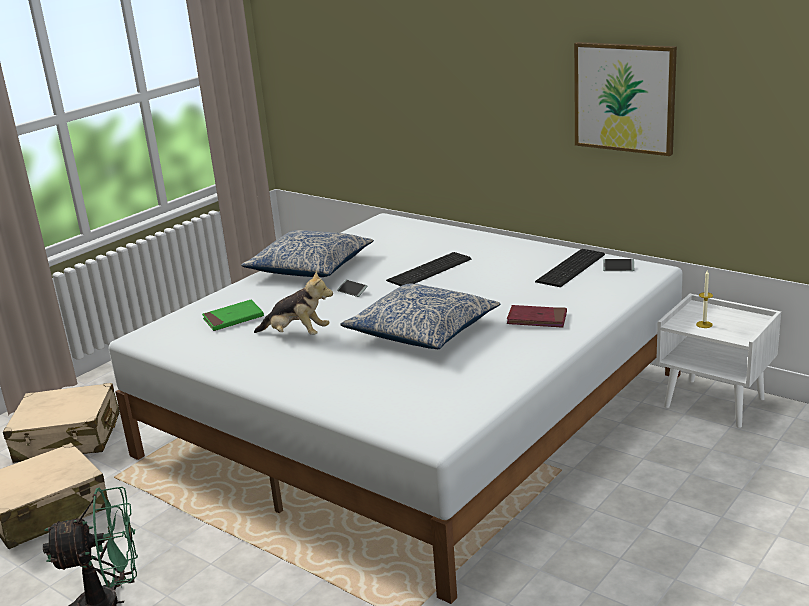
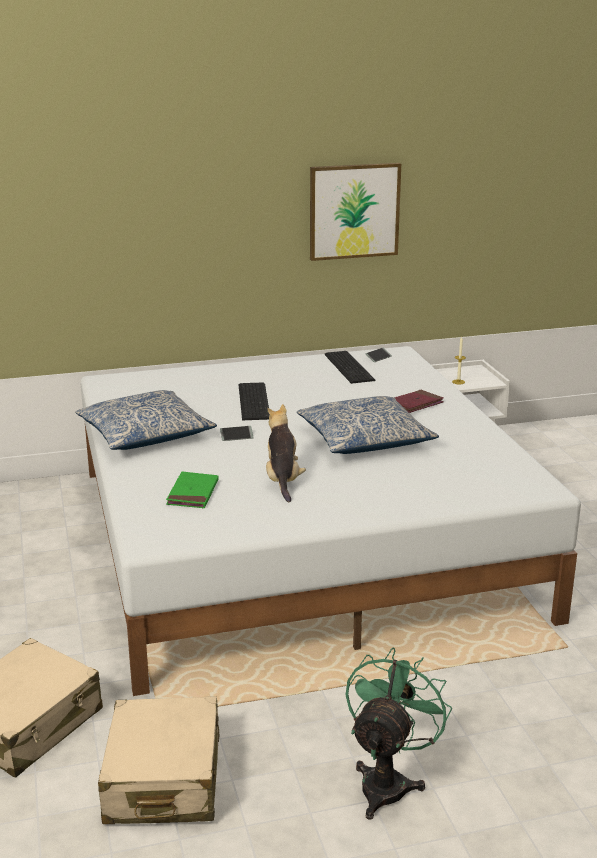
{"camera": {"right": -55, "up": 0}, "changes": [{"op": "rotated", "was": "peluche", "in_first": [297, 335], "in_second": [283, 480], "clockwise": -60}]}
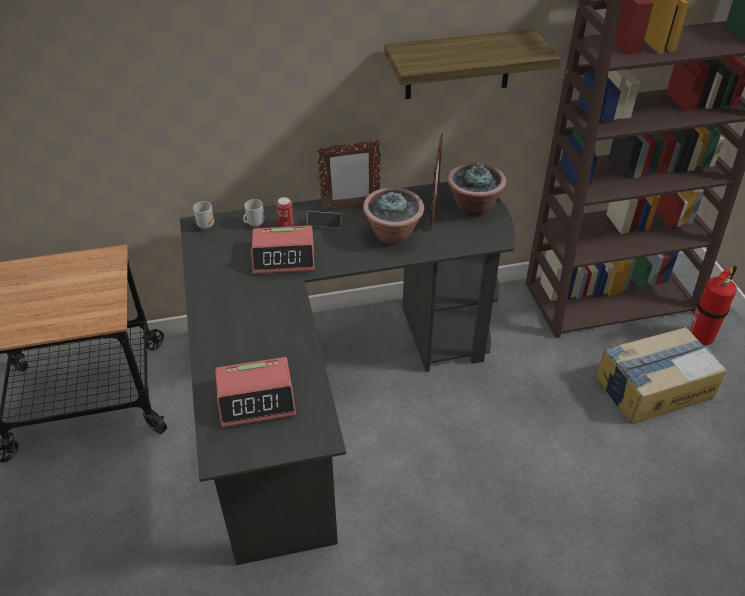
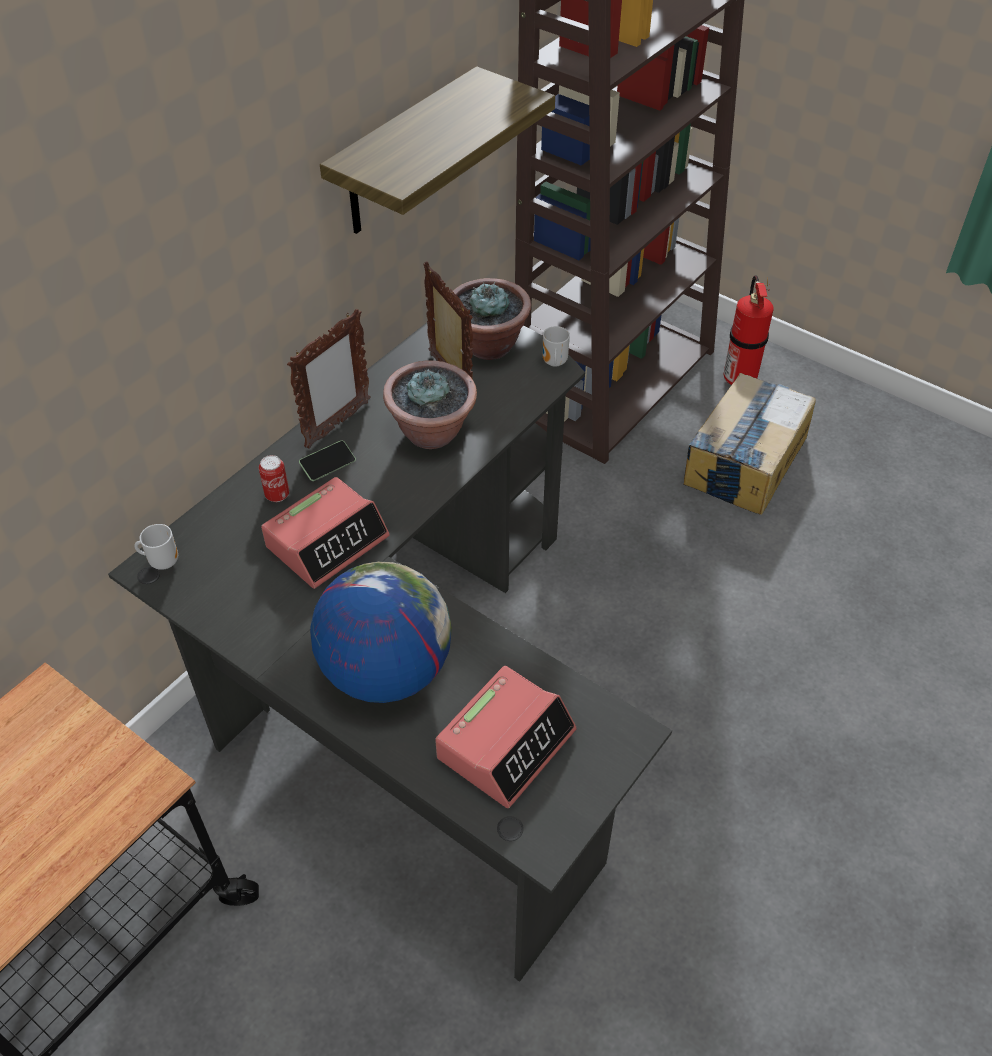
{"camera": {"right": -40, "up": 5}, "changes": [{"op": "shifted", "was": "mug", "in_first": [254, 224], "in_second": [553, 363]}, {"op": "new", "now": "globe", "in_second": [386, 670]}]}
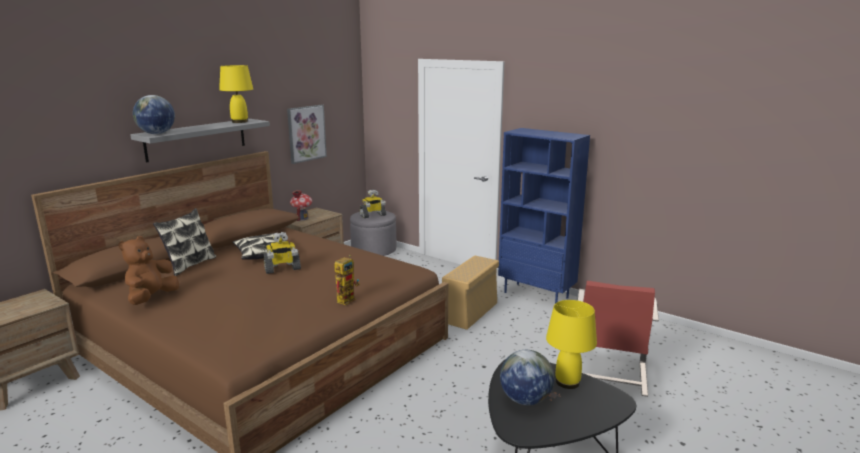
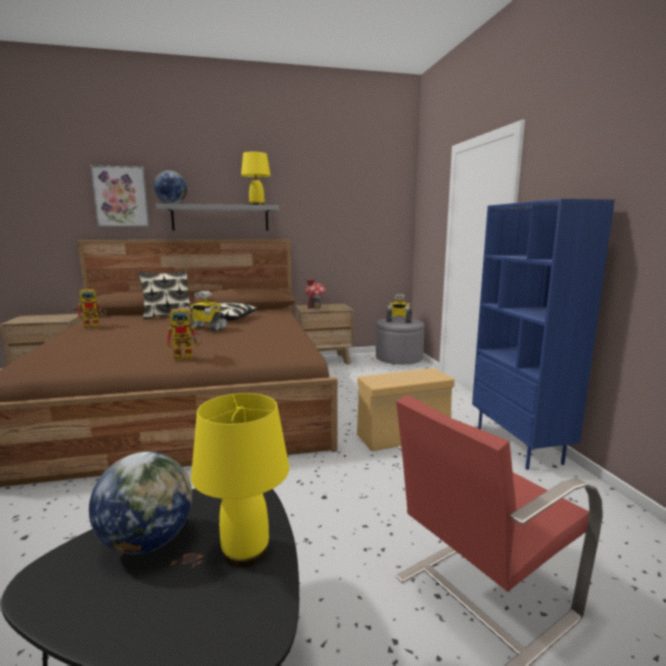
{"camera": {"right": 40, "up": -5}, "changes": [{"op": "swapped", "was": "peluche (marron)", "now": "robot jouet", "in_first": [151, 298], "in_second": [95, 326]}, {"op": "shifted", "was": "tableau", "in_first": [306, 133], "in_second": [121, 197]}]}
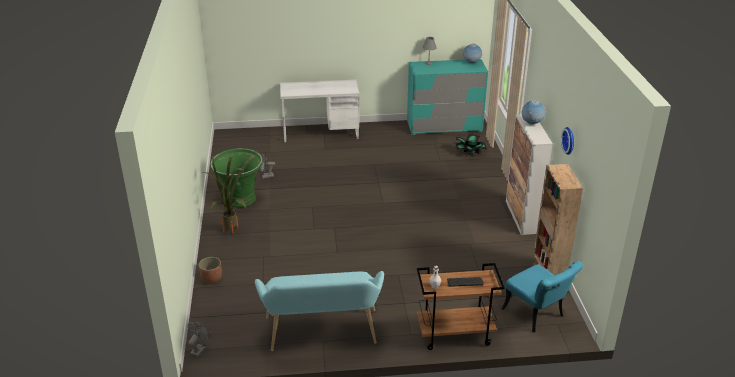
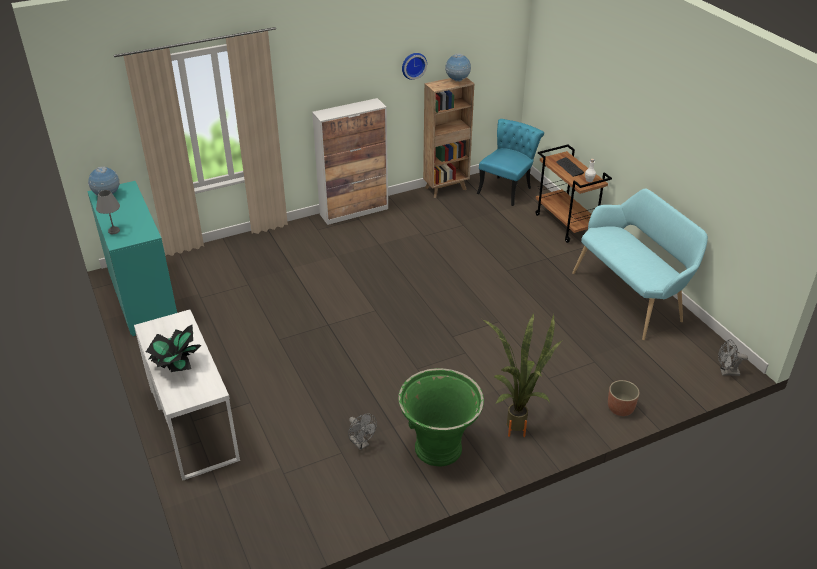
{"camera": {"right": -110, "up": 5}, "changes": [{"op": "shifted", "was": "plante en pot", "in_first": [470, 153], "in_second": [176, 366]}, {"op": "shifted", "was": "globe", "in_first": [531, 123], "in_second": [457, 80]}]}
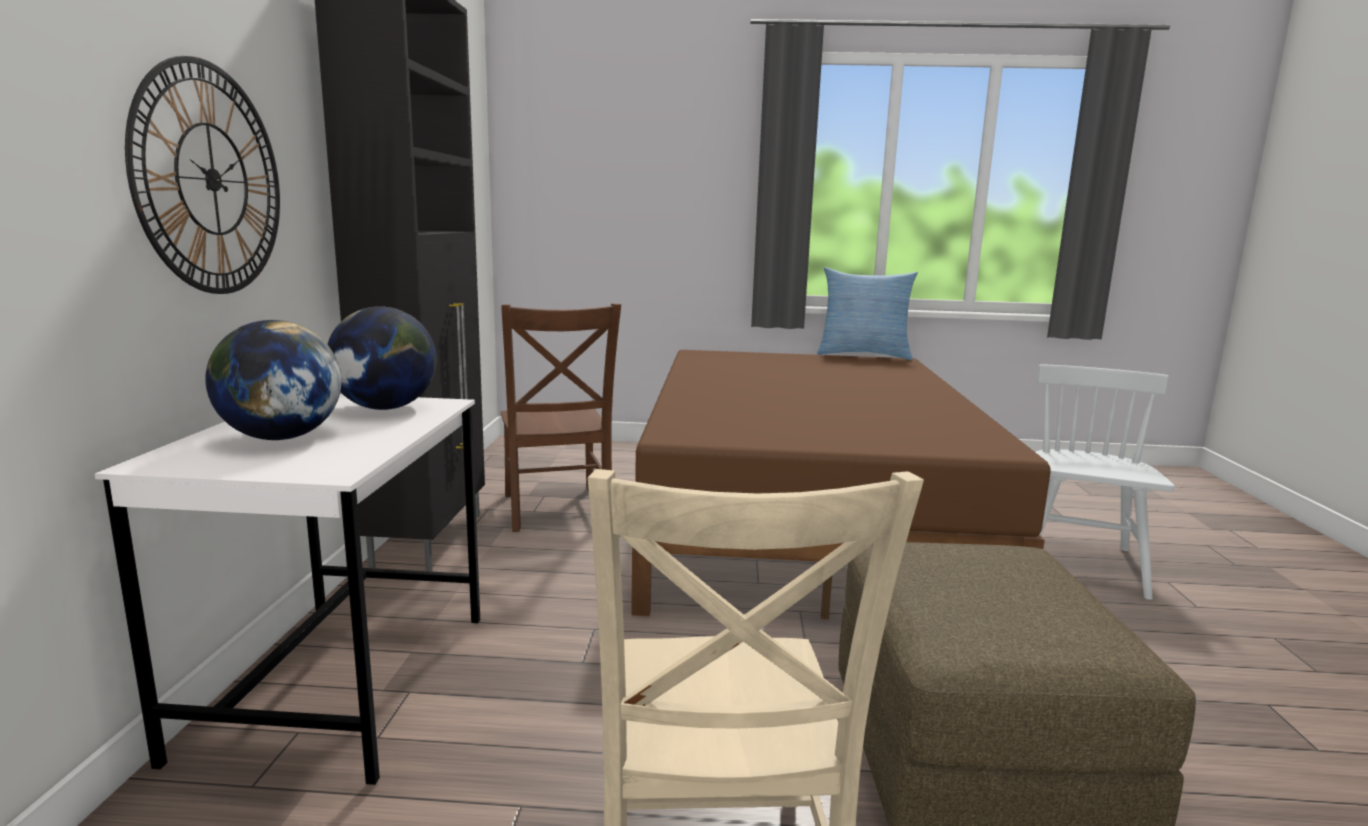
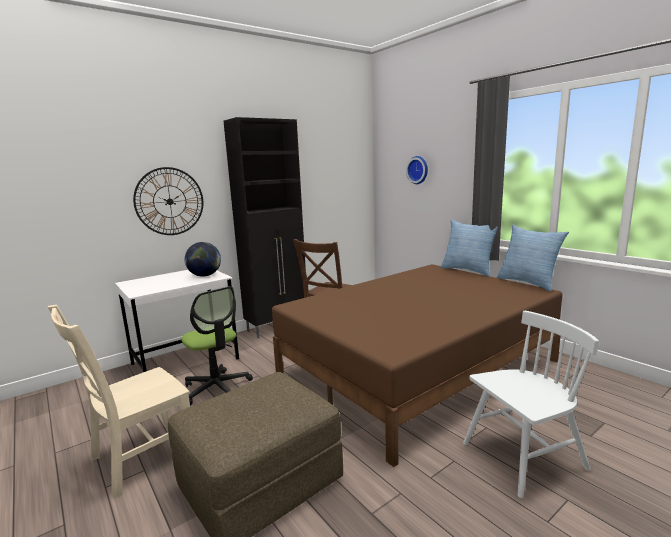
{"camera": {"right": 50, "up": 0}, "changes": [{"op": "gone", "was": "globe", "in_first": [281, 437]}, {"op": "new", "now": "chaise de bureau", "in_second": [217, 388]}, {"op": "new", "now": "horloge murale", "in_second": [418, 170]}, {"op": "new", "now": "coussin", "in_second": [468, 270]}]}
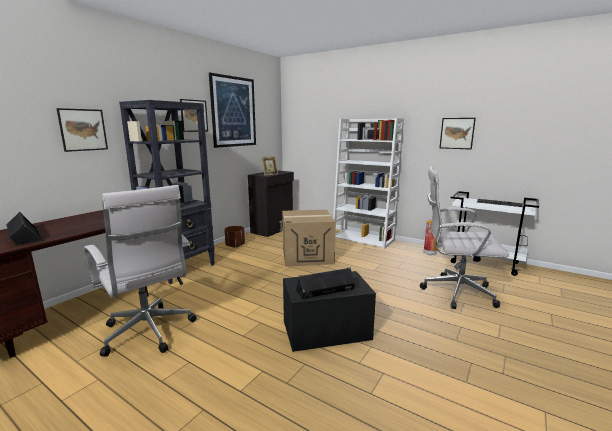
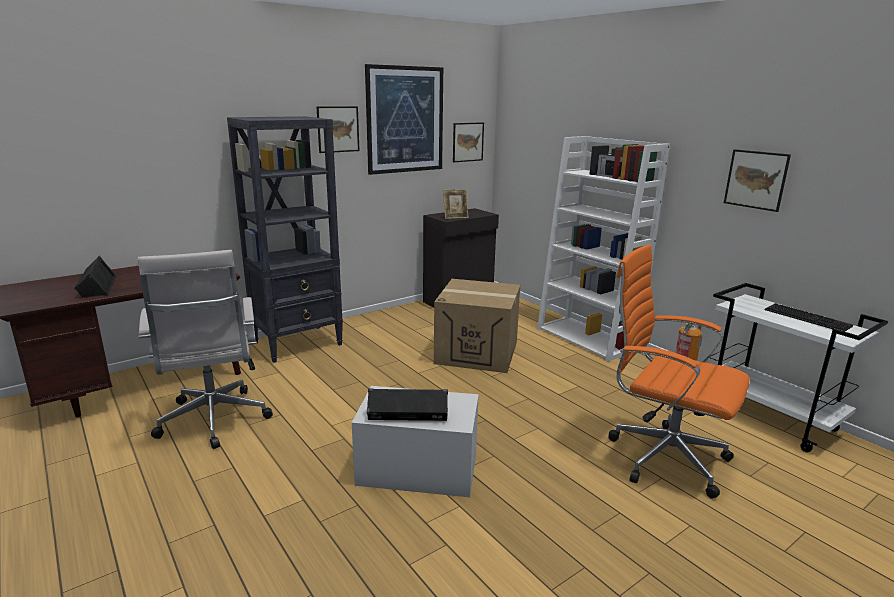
{"camera": {"right": 20, "up": 5}, "changes": [{"op": "shifted", "was": "tableau", "in_first": [83, 130], "in_second": [468, 142]}, {"op": "gone", "was": "cache-pot (marron)", "in_first": [235, 246]}, {"op": "repainted", "was": "boîte de rangement (noir)", "now": "boîte de rangement (blanc)", "in_first": [326, 330], "in_second": [418, 468]}, {"op": "repainted", "was": "chaise de bureau (blanc)", "now": "chaise de bureau (orange)", "in_first": [454, 292], "in_second": [661, 457]}]}
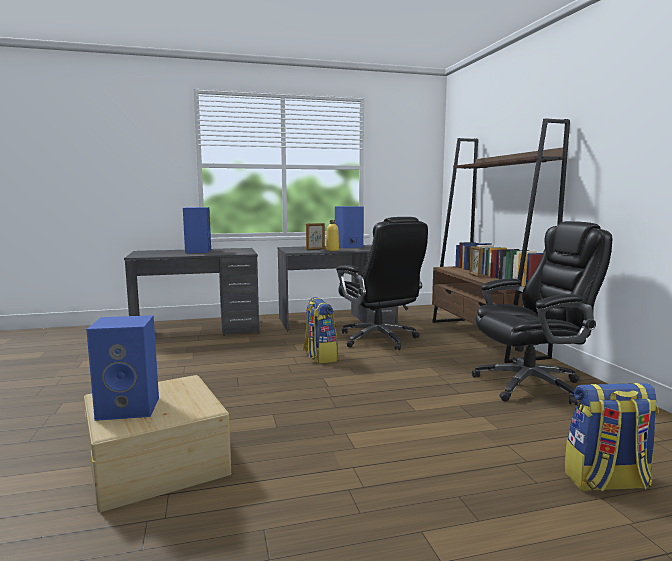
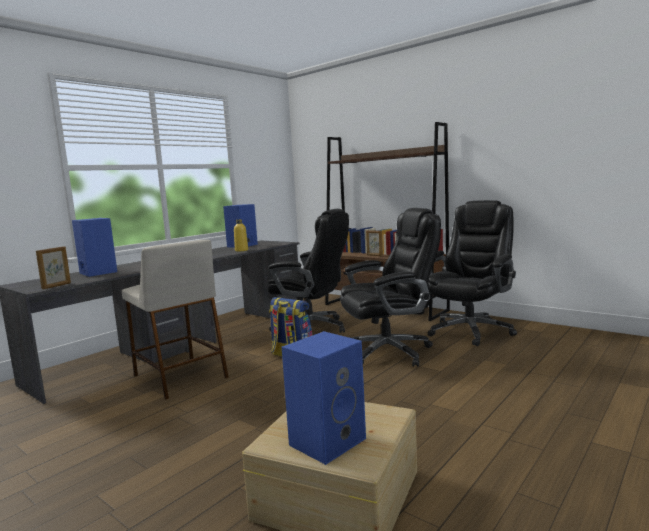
{"camera": {"right": -35, "up": 0}, "changes": [{"op": "shifted", "was": "cadre photo", "in_first": [315, 249], "in_second": [57, 286]}, {"op": "gone", "was": "sac à dos", "in_first": [606, 482]}, {"op": "new", "now": "tabouret (beige)", "in_second": [179, 376]}, {"op": "new", "now": "chaise de bureau (noir)", "in_second": [389, 352]}]}
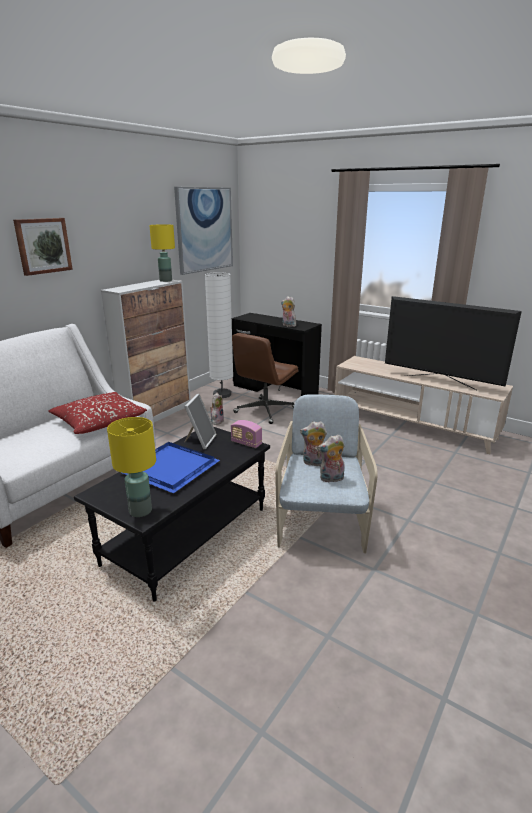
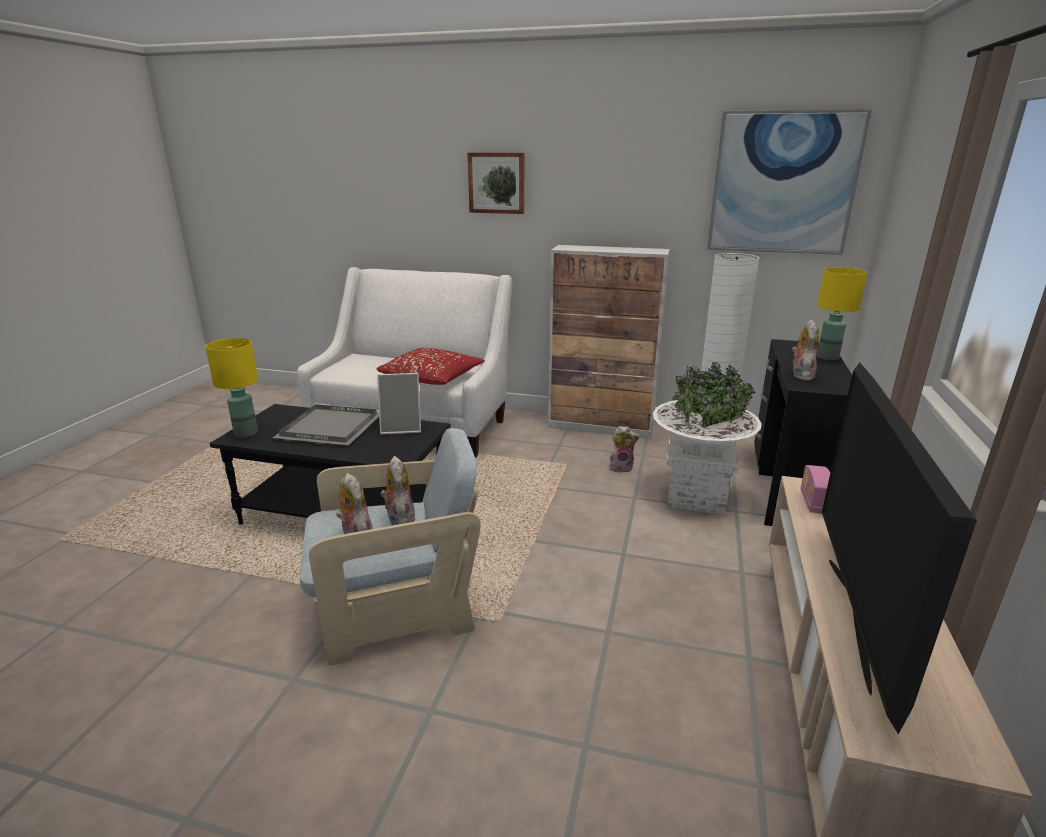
{"camera": {"right": 70, "up": 0}, "changes": [{"op": "repainted", "was": "plateau (bleu)", "now": "plateau (gris)", "in_first": [171, 469], "in_second": [328, 428]}, {"op": "shifted", "was": "lampe de table (jaune)", "in_first": [166, 280], "in_second": [828, 357]}, {"op": "shifted", "was": "radio", "in_first": [246, 443], "in_second": [813, 503]}, {"op": "swapped", "was": "chaise de bureau (marron)", "now": "cache-pot (blanc)", "in_first": [265, 411], "in_second": [695, 496]}]}
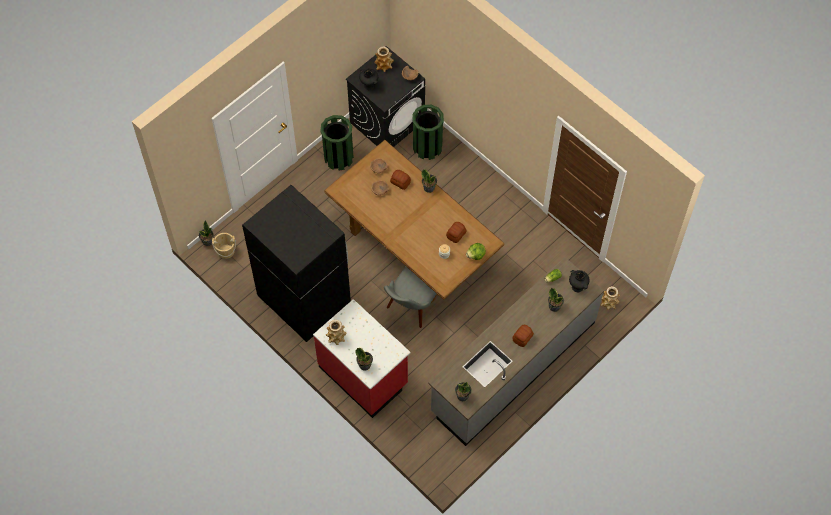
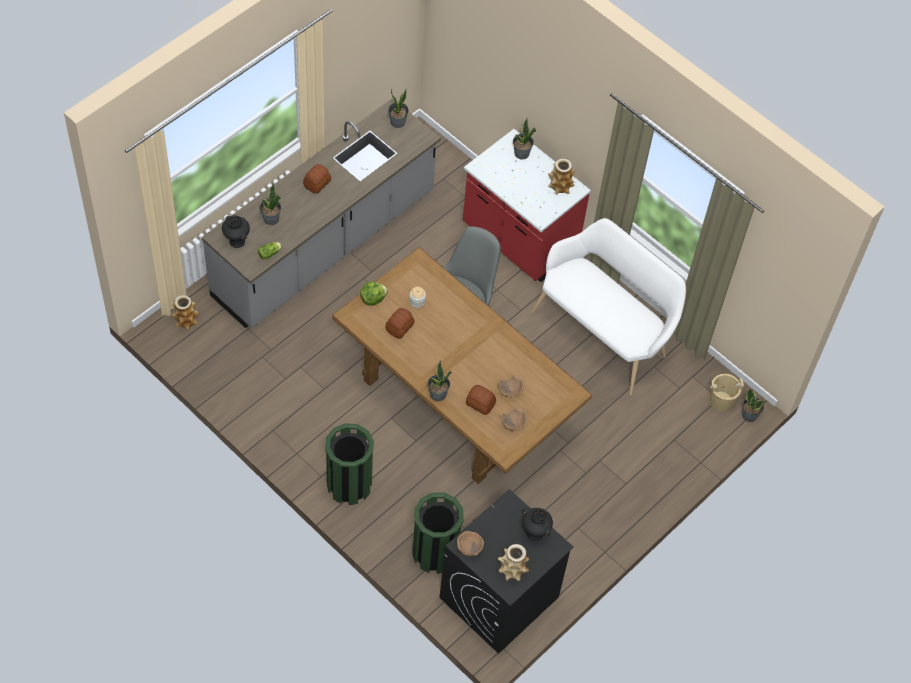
{"camera": {"right": 175, "up": -5}, "changes": [{"op": "swapped", "was": "réfrigérateur (noir)", "now": "banc (blanc)", "in_first": [304, 301], "in_second": [604, 332]}, {"op": "shifted", "was": "poubelle (vert)", "in_first": [338, 157], "in_second": [349, 485]}]}
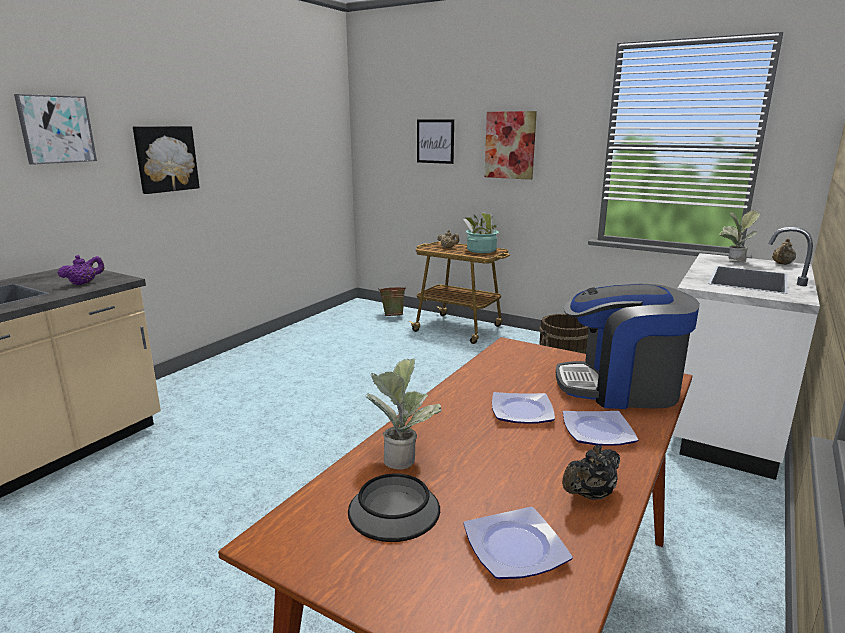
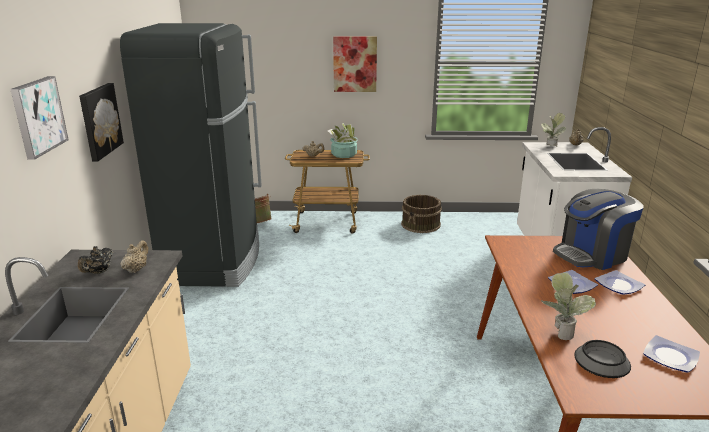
{"camera": {"right": -30, "up": 5}, "changes": [{"op": "repainted", "was": "théière (violet)", "now": "théière (beige)", "in_first": [84, 283], "in_second": [136, 269]}, {"op": "gone", "was": "tableau", "in_first": [435, 141]}, {"op": "shifted", "was": "théière (noir)", "in_first": [590, 495], "in_second": [99, 272]}, {"op": "new", "now": "réfrigérateur (noir)", "in_second": [214, 261]}]}
